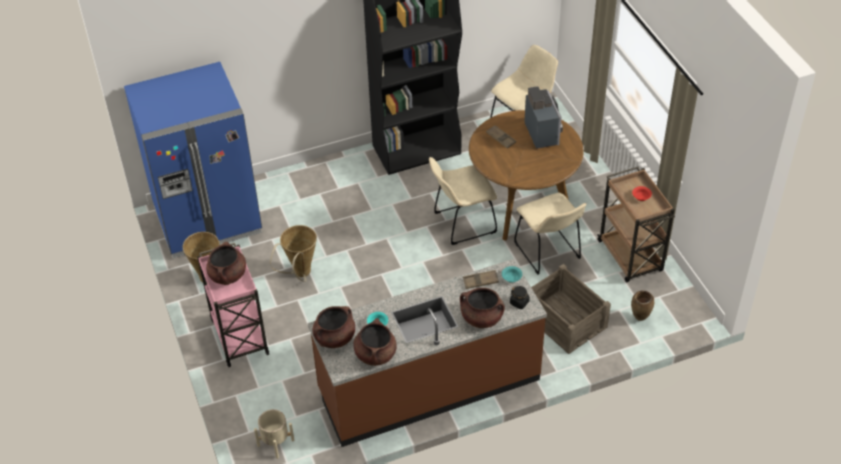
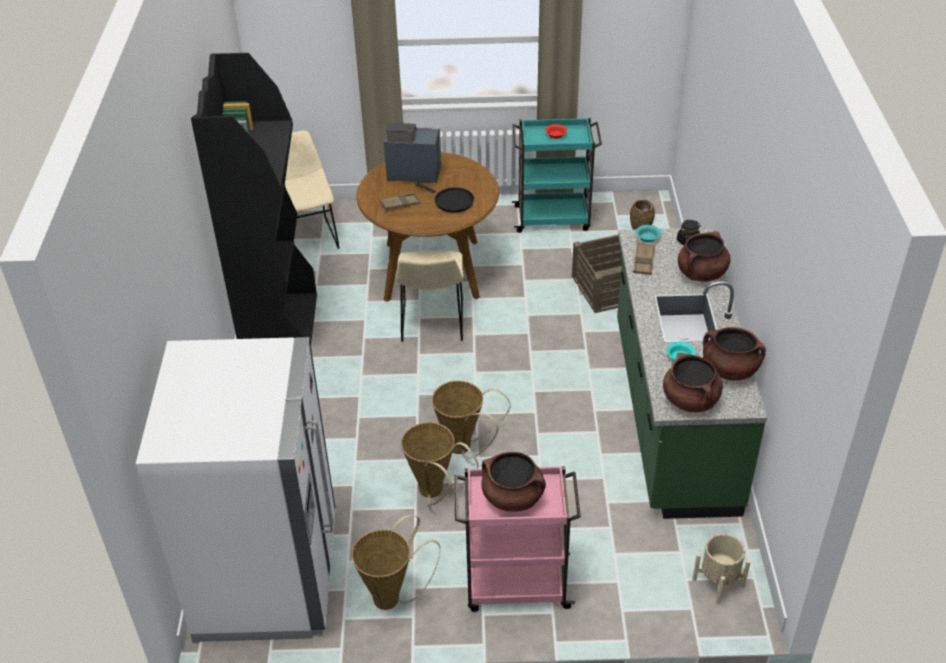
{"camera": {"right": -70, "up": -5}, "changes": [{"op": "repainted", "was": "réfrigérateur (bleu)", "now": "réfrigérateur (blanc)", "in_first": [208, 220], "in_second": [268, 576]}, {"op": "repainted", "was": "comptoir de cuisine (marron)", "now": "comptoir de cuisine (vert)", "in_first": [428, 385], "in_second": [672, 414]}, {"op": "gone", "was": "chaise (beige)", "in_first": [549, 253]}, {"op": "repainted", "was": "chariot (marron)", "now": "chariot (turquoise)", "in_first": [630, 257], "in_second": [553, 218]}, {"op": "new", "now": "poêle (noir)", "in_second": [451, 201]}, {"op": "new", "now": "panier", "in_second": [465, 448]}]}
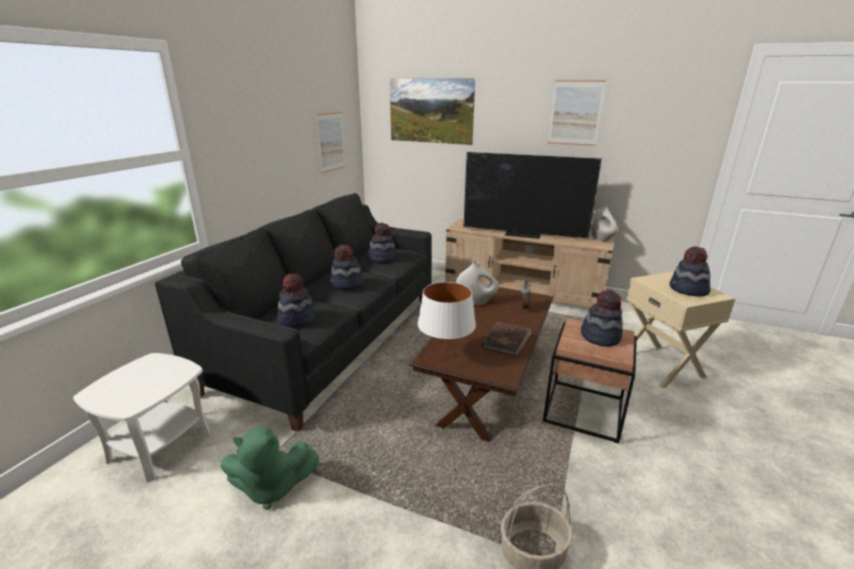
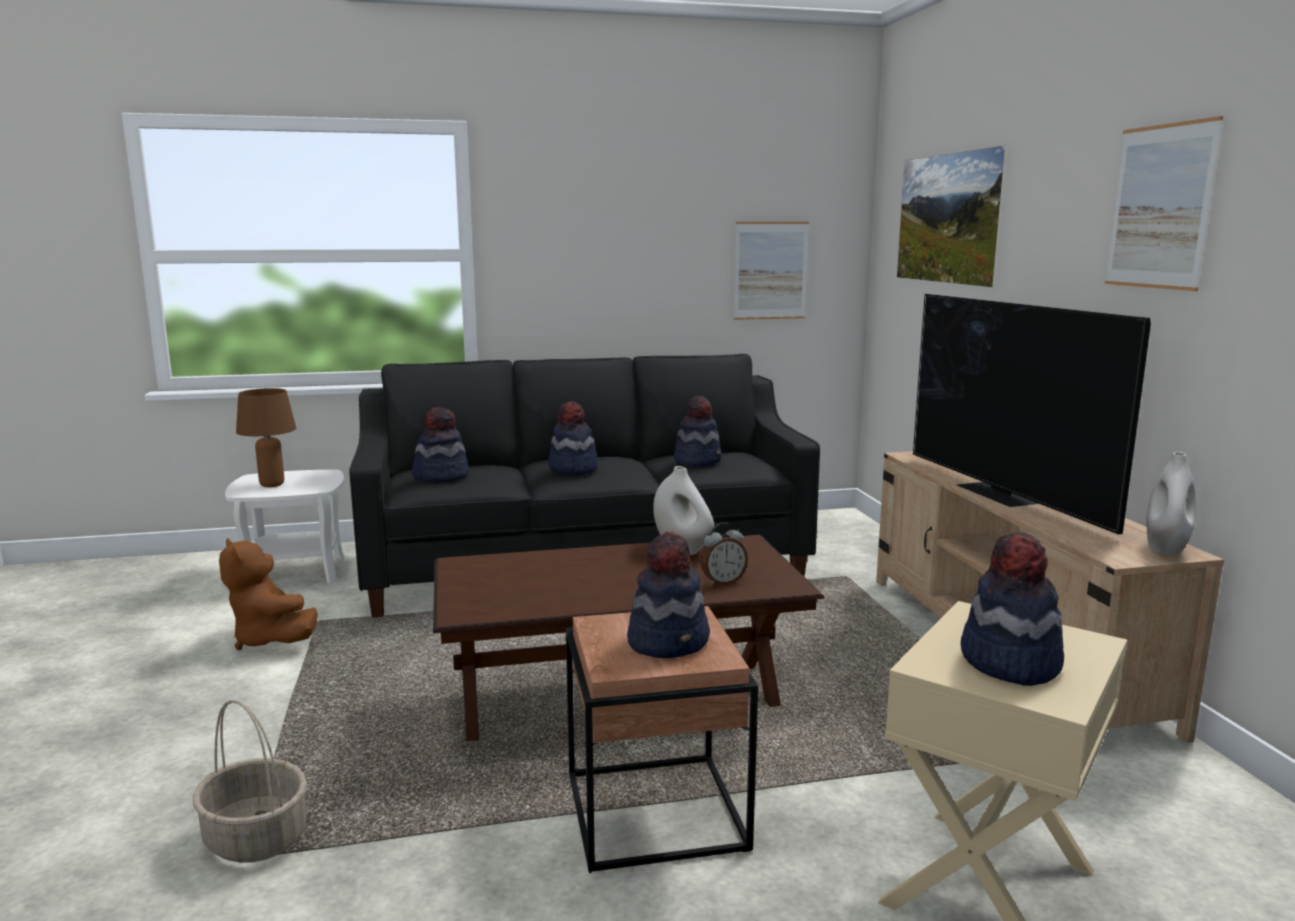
{"camera": {"right": 55, "up": -10}, "changes": [{"op": "repainted", "was": "peluche (vert)", "now": "peluche (marron)", "in_first": [271, 487], "in_second": [271, 640]}, {"op": "gone", "was": "lampe de table (blanc)", "in_first": [445, 356]}, {"op": "gone", "was": "livre (marron)", "in_first": [507, 340]}, {"op": "new", "now": "lampe de table (marron)", "in_second": [271, 485]}]}
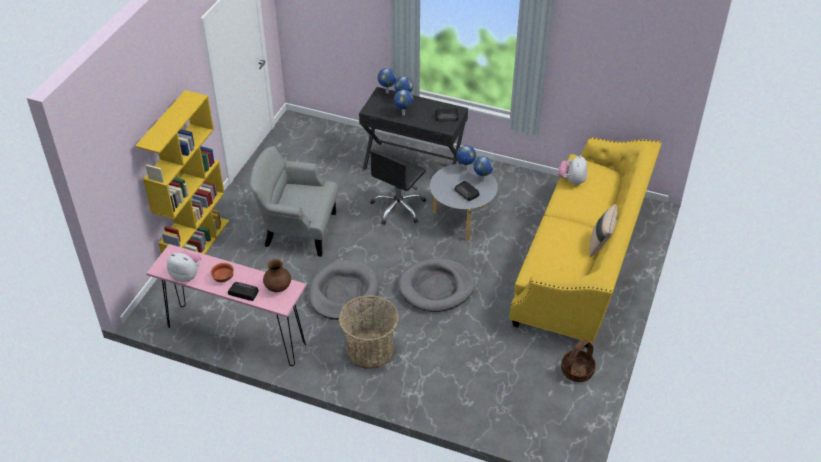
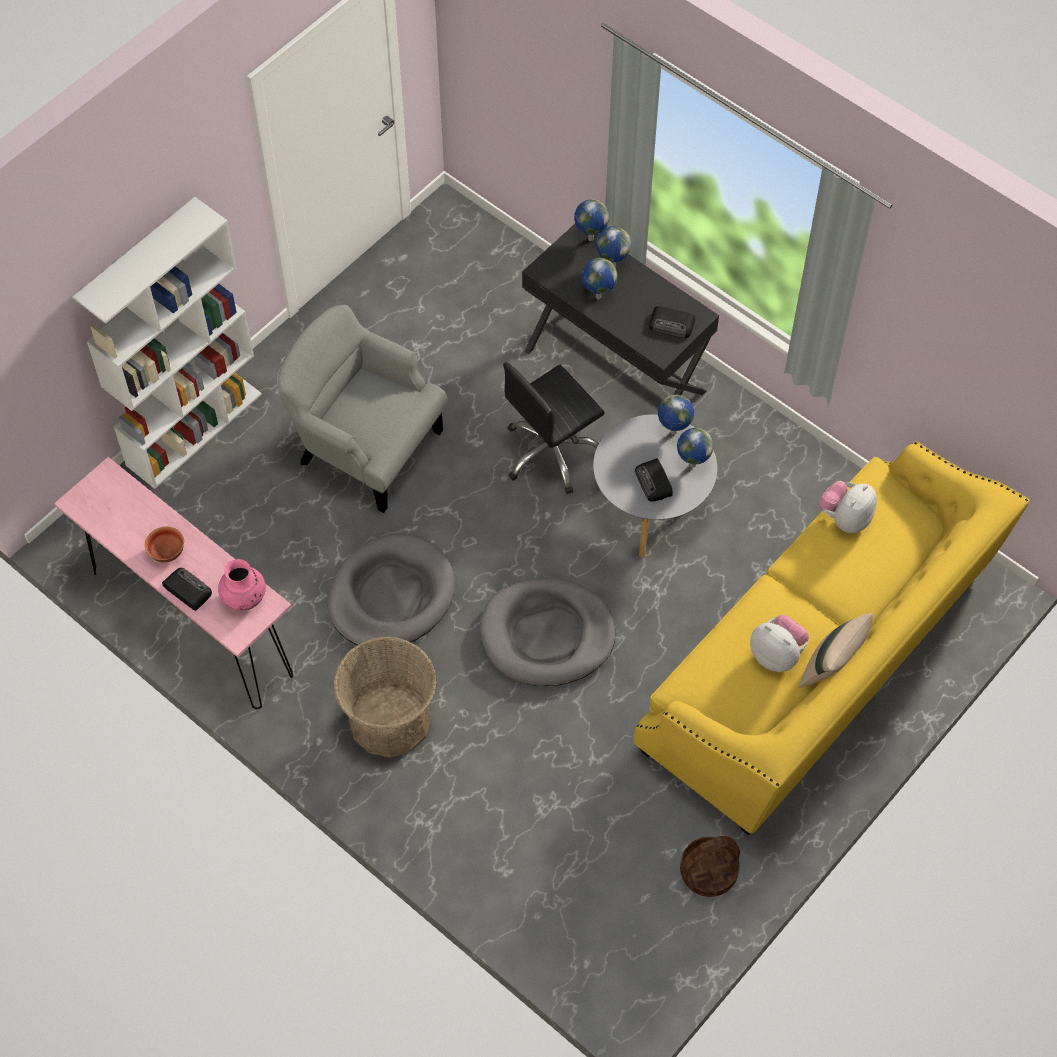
{"camera": {"right": 20, "up": 15}, "changes": [{"op": "repainted", "was": "bibliothèque (jaune)", "now": "bibliothèque (blanc)", "in_first": [198, 245], "in_second": [194, 428]}, {"op": "shifted", "was": "peluche", "in_first": [186, 275], "in_second": [777, 654]}, {"op": "repainted", "was": "vase (marron)", "now": "vase (rose)", "in_first": [278, 288], "in_second": [244, 598]}]}
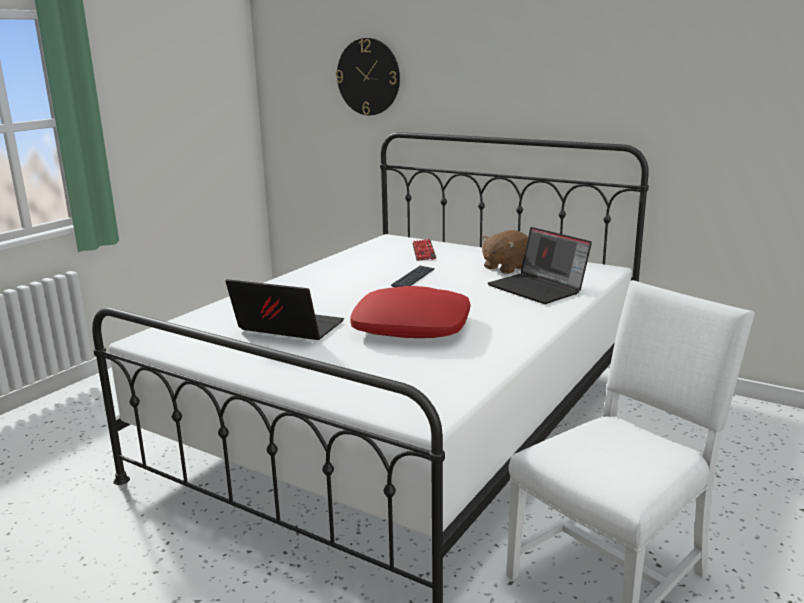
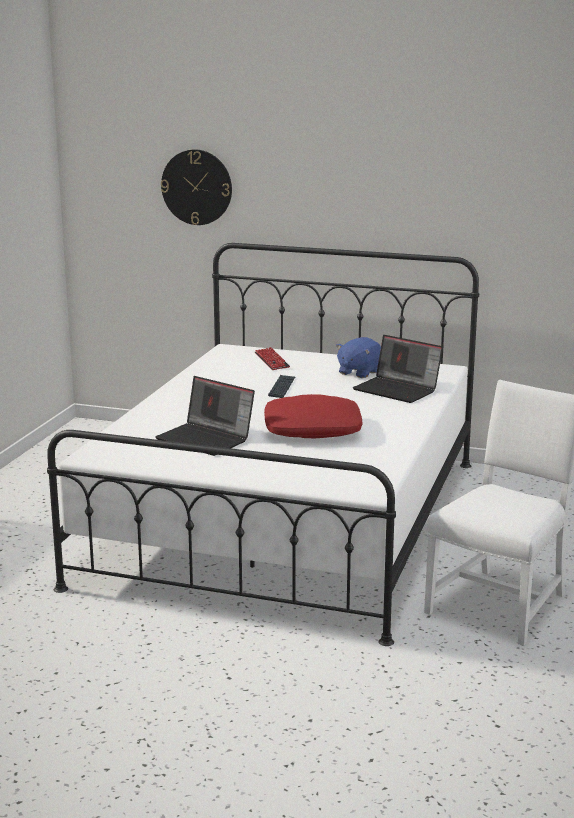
{"camera": {"right": -15, "up": 0}, "changes": [{"op": "rotated", "was": "ordinateur portable", "in_first": [287, 329], "in_second": [206, 439], "clockwise": -150}, {"op": "repainted", "was": "peluche (marron)", "now": "peluche (bleu)", "in_first": [506, 268], "in_second": [358, 372]}]}
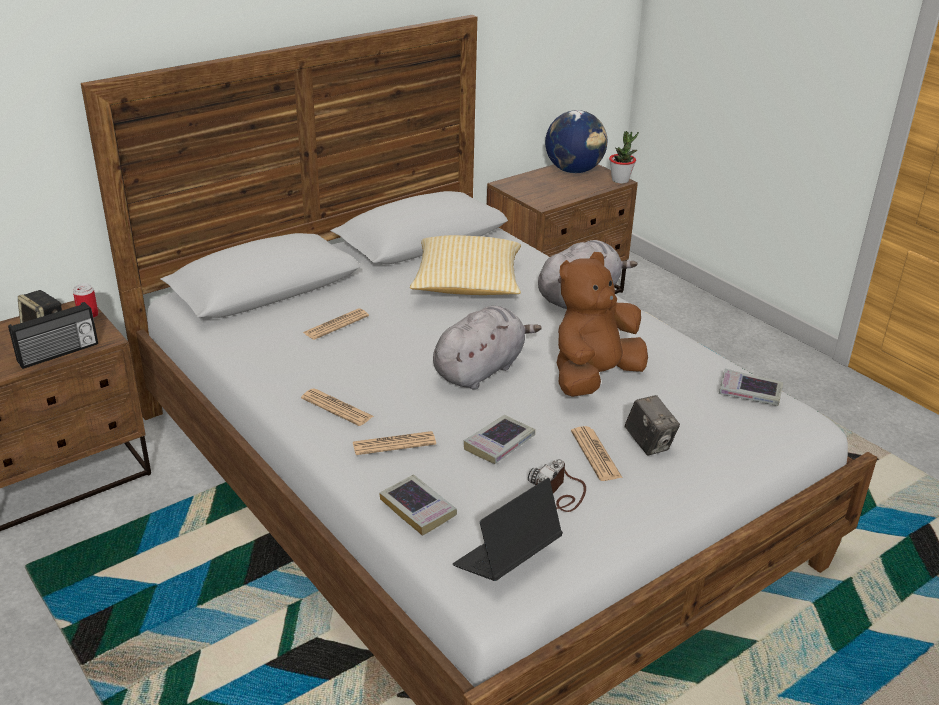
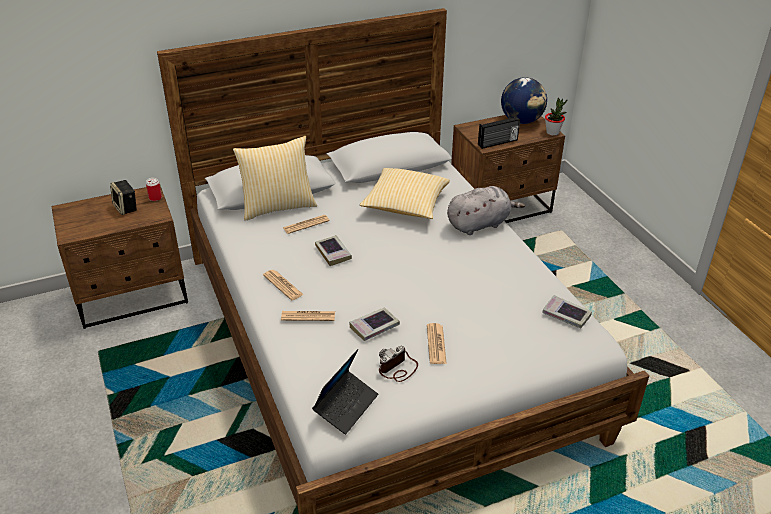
{"camera": {"right": 15, "up": 5}, "changes": [{"op": "shifted", "was": "radio", "in_first": [59, 353], "in_second": [498, 143]}, {"op": "shifted", "was": "livre", "in_first": [418, 509], "in_second": [333, 253]}, {"op": "gone", "was": "peluche (gris)", "in_first": [481, 370]}, {"op": "rotated", "was": "ordinateur portable", "in_first": [507, 558], "in_second": [346, 406], "clockwise": 150}, {"op": "gone", "was": "peluche (marron)", "in_first": [593, 378]}, {"op": "gone", "was": "appareil photo", "in_first": [649, 443]}, {"op": "new", "now": "coussin", "in_second": [277, 206]}]}
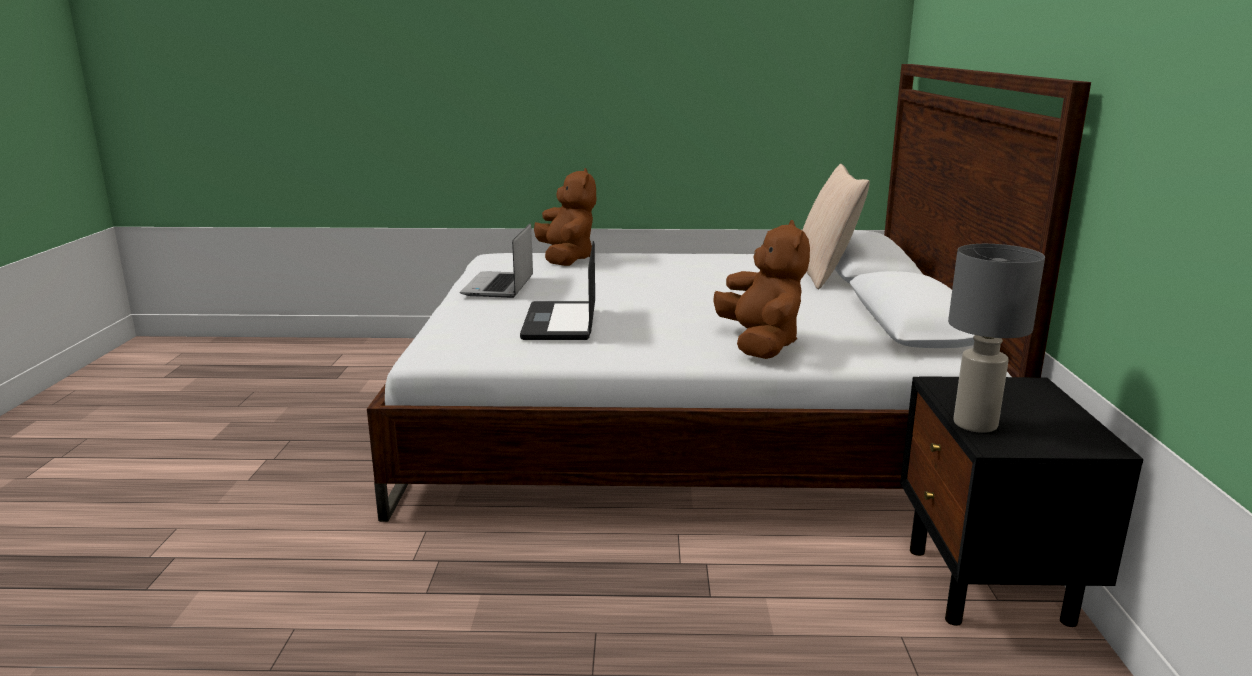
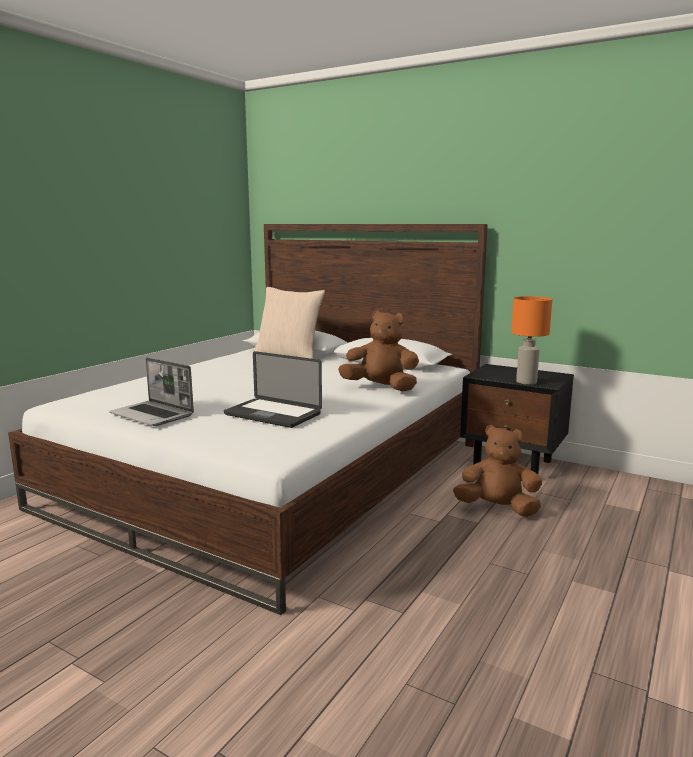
{"camera": {"right": -60, "up": -5}, "changes": [{"op": "shifted", "was": "peluche (marron)", "in_first": [566, 259], "in_second": [497, 508]}, {"op": "repainted", "was": "lampe de table (gris)", "now": "lampe de table (orange)", "in_first": [975, 424], "in_second": [526, 382]}]}
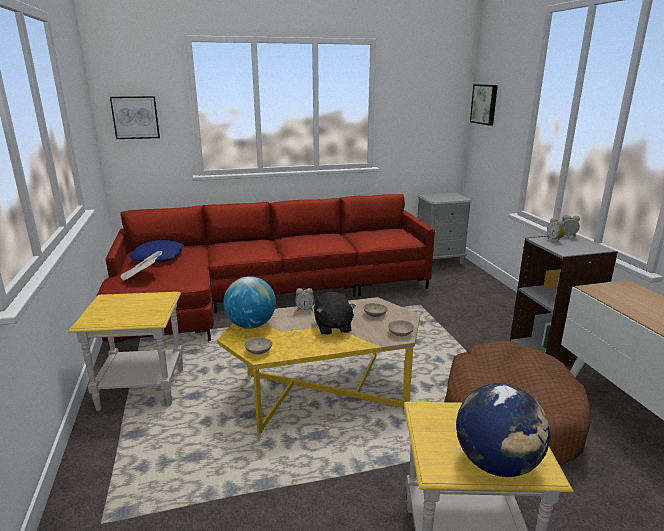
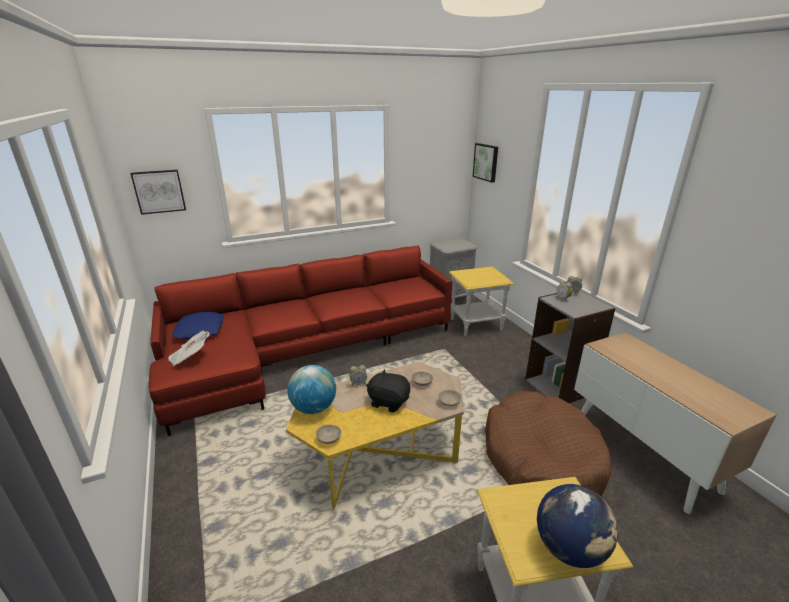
{"camera": {"right": -10, "up": 5}, "changes": [{"op": "shifted", "was": "table d'appoint (jaune)", "in_first": [143, 389], "in_second": [476, 324]}, {"op": "rotated", "was": "peluche (noir)", "in_first": [332, 327], "in_second": [388, 401], "clockwise": 135}]}
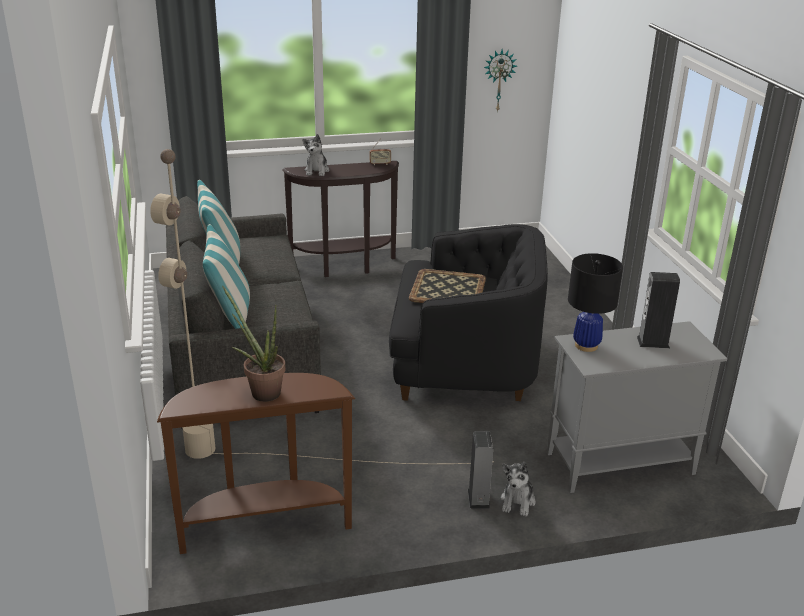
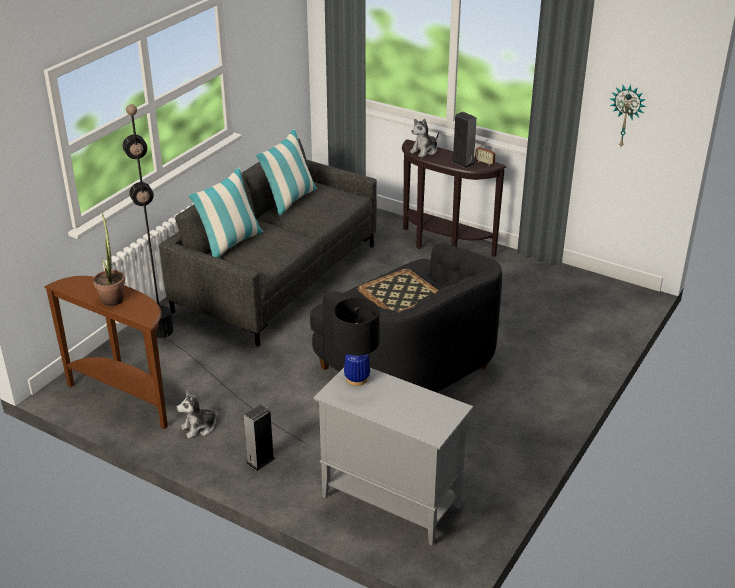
{"camera": {"right": 45, "up": 5}, "changes": [{"op": "repainted", "was": "lampadaire (beige)", "now": "lampadaire (noir)", "in_first": [281, 454], "in_second": [197, 361]}, {"op": "shifted", "was": "peluche", "in_first": [517, 501], "in_second": [199, 427]}, {"op": "shifted", "was": "enceinte", "in_first": [653, 342], "in_second": [463, 162]}]}
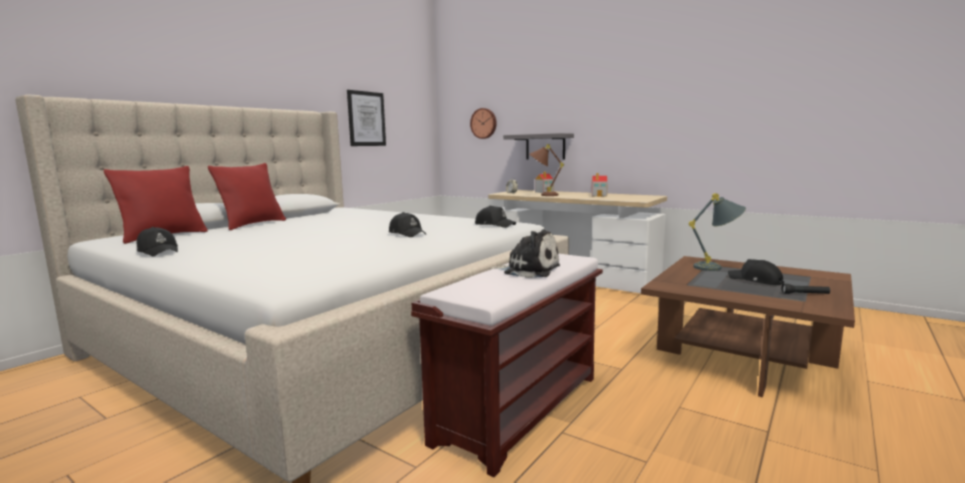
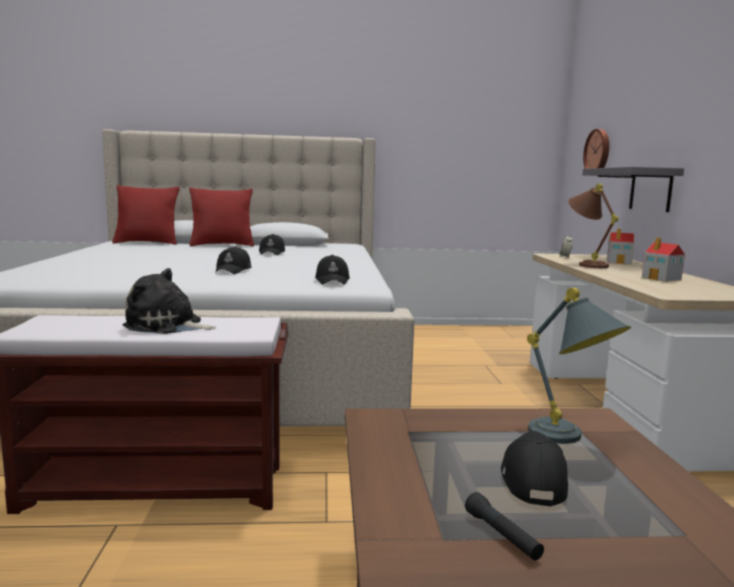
{"camera": {"right": 50, "up": 0}, "changes": [{"op": "shifted", "was": "casquette (noir)", "in_first": [158, 251], "in_second": [272, 253]}, {"op": "gone", "was": "tableau", "in_first": [366, 119]}, {"op": "rotated", "was": "peluche", "in_first": [528, 270], "in_second": [167, 326], "clockwise": 120}]}
